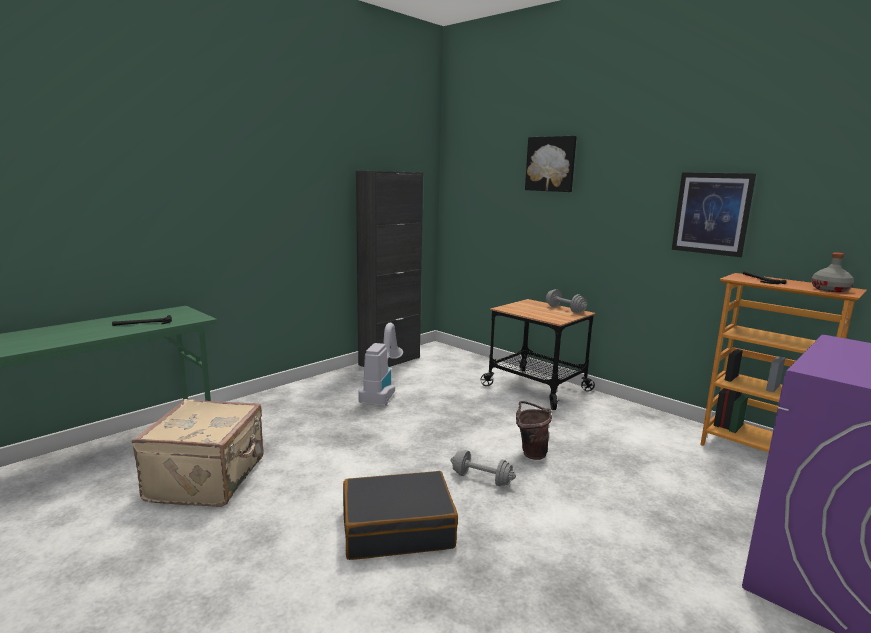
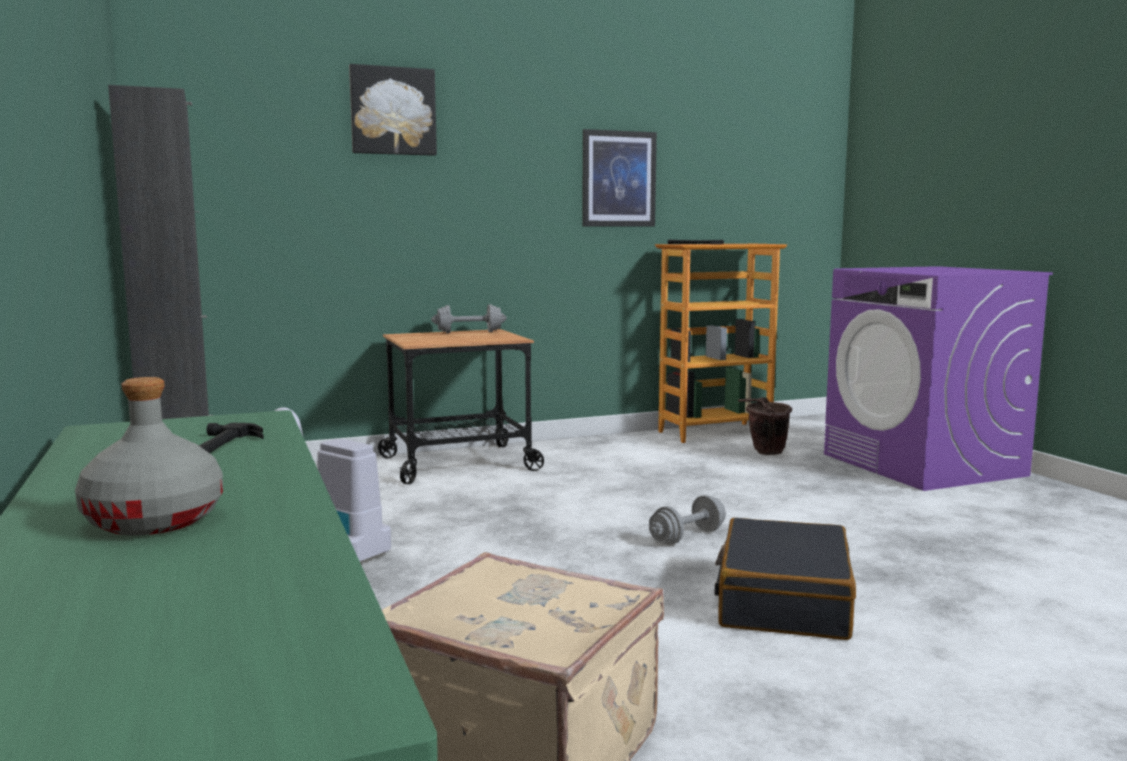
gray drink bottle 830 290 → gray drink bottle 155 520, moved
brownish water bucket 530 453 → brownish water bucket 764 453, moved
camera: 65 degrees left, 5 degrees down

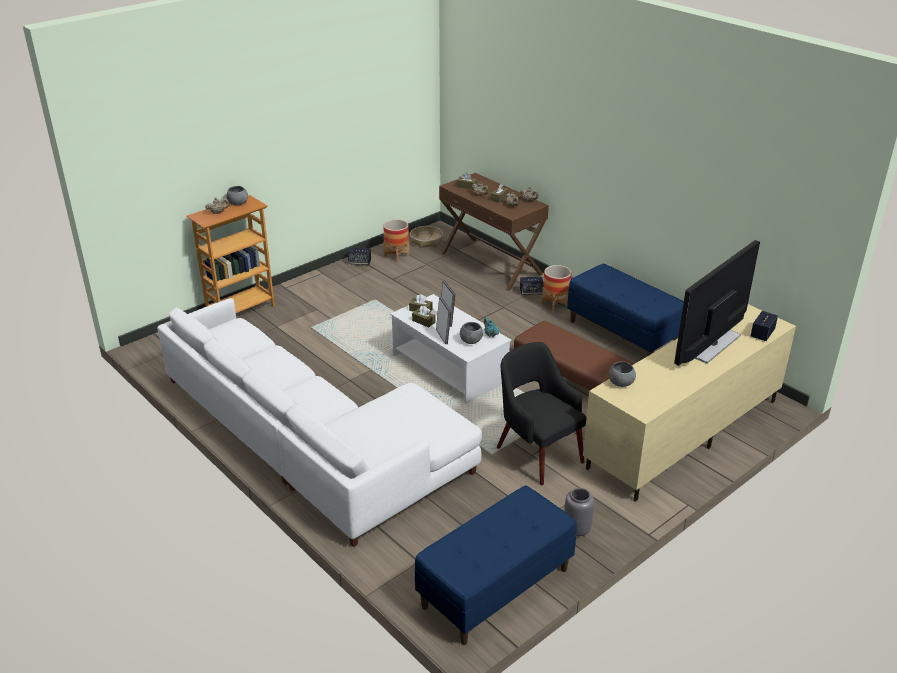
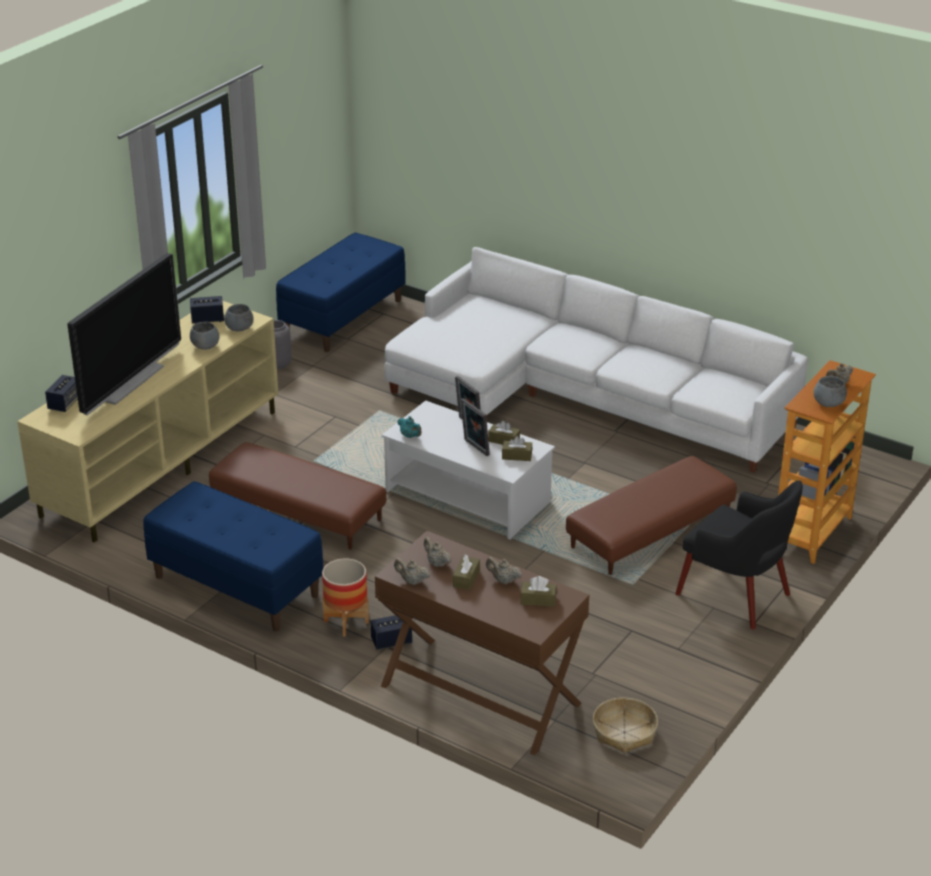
audio speaker 360 262 → audio speaker 207 319, moved
gray bowl 471 341 → gray bowl 205 346, moved
- → brownish ottoman 650 530
black-coloured easy chair 537 453 → black-coloured easy chair 736 595, moved
flower pot 397 256 → -
camera: 165 degrees right, 0 degrees up

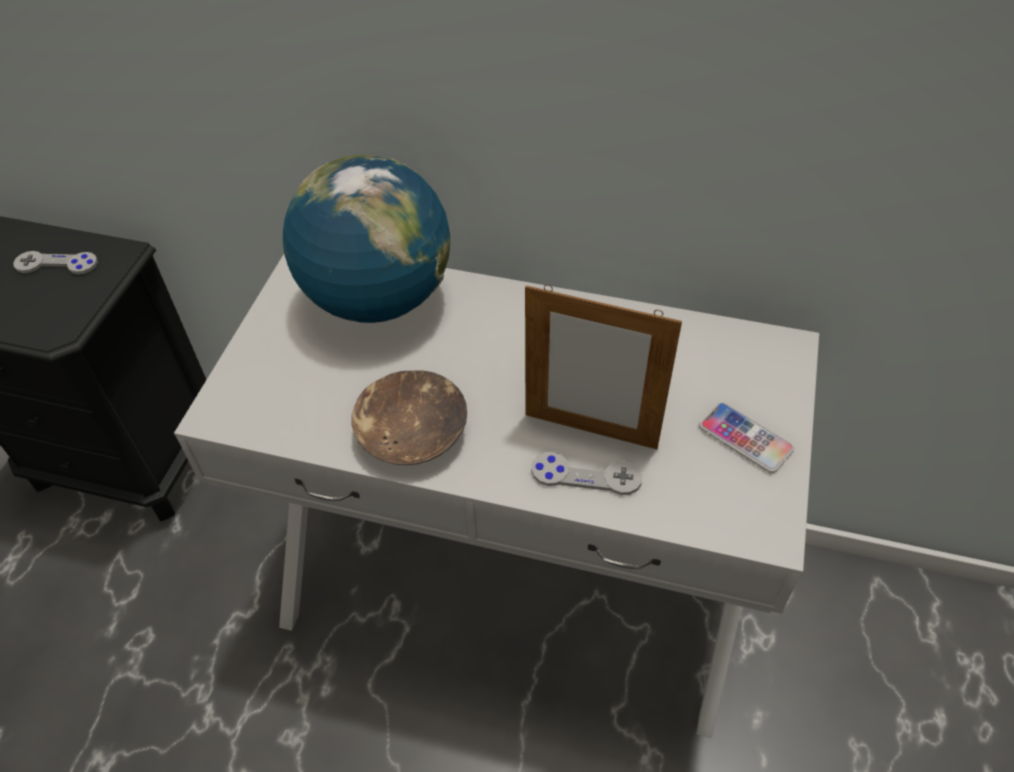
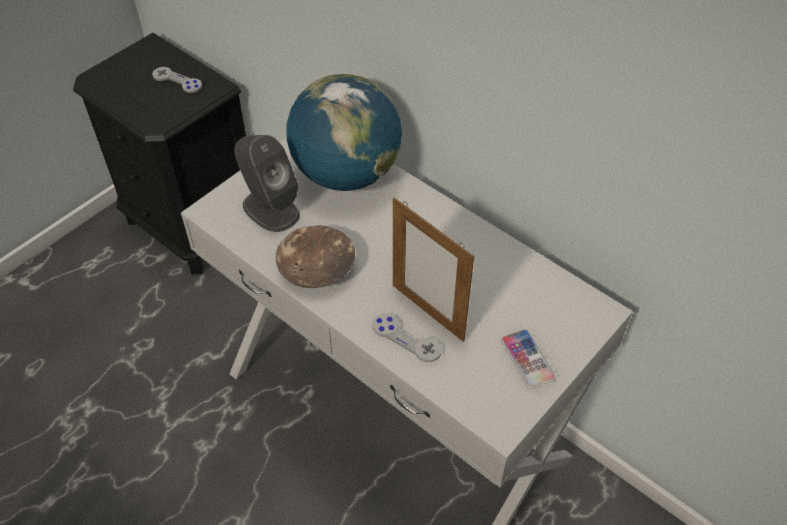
- → gray audio speaker 270 209
camera: 25 degrees right, 0 degrees up

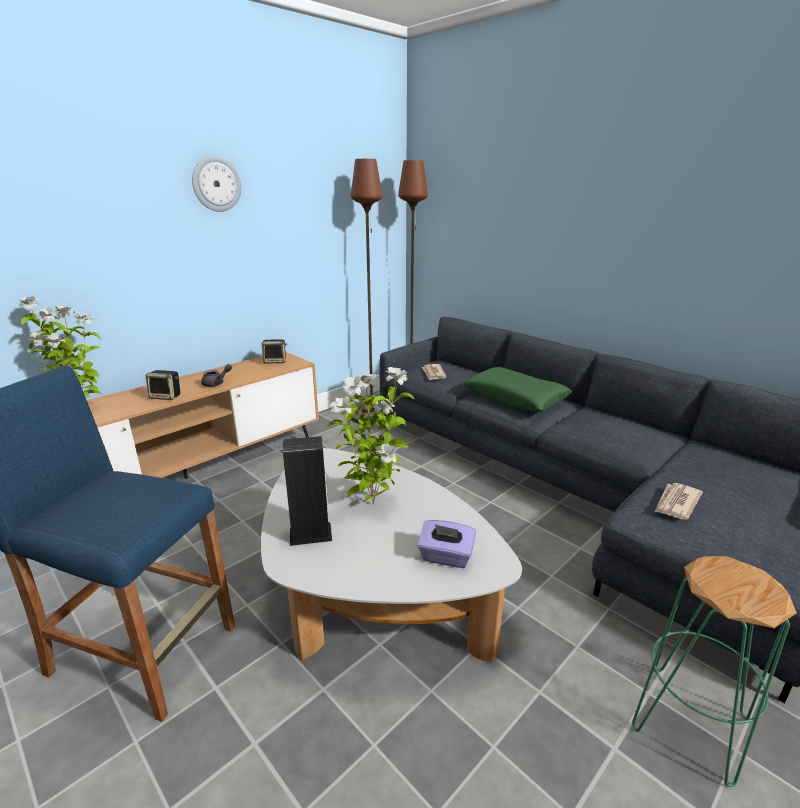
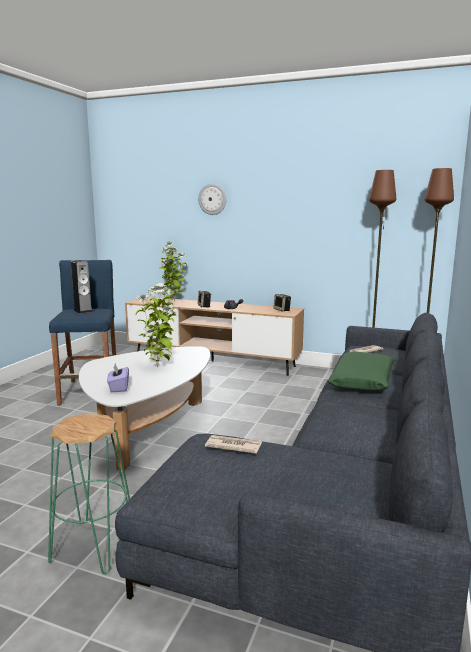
audio speaker 310 534 → audio speaker 83 310, moved
clock on the wall 216 184 → clock on the wall 212 199, moved
camera: 65 degrees right, 10 degrees down

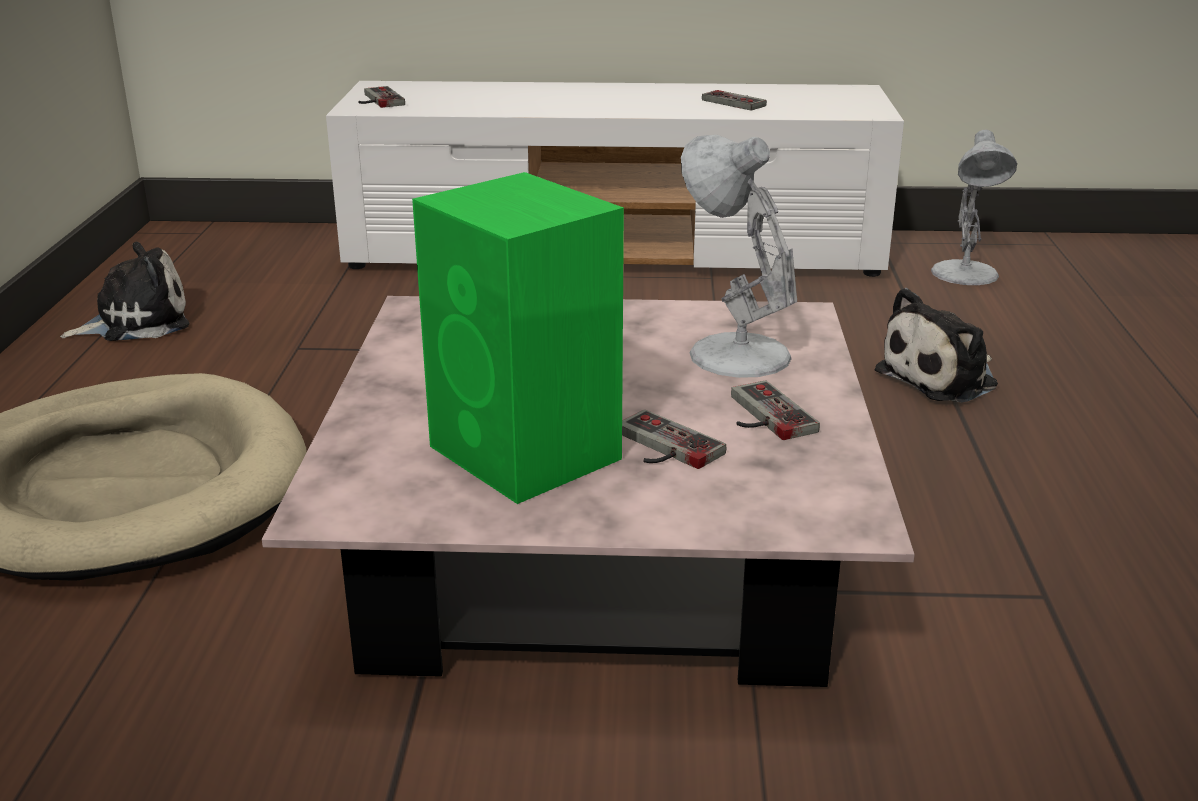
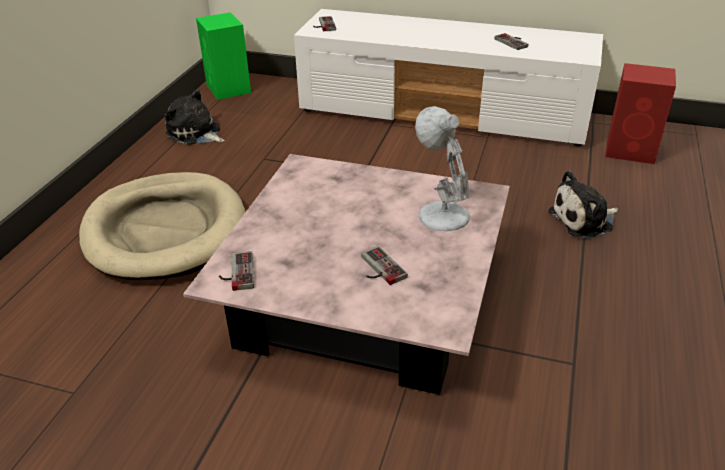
cuddly toy 136 322 → cuddly toy 195 133, 135 degrees counterclockwise
green-coloured audio speaker 527 454 → green-coloured audio speaker 229 89, moved
gamepad 762 416 → gamepad 236 273, moved
white table lamp 965 274 → red audio speaker 631 151
camera: 15 degrees right, 10 degrees up

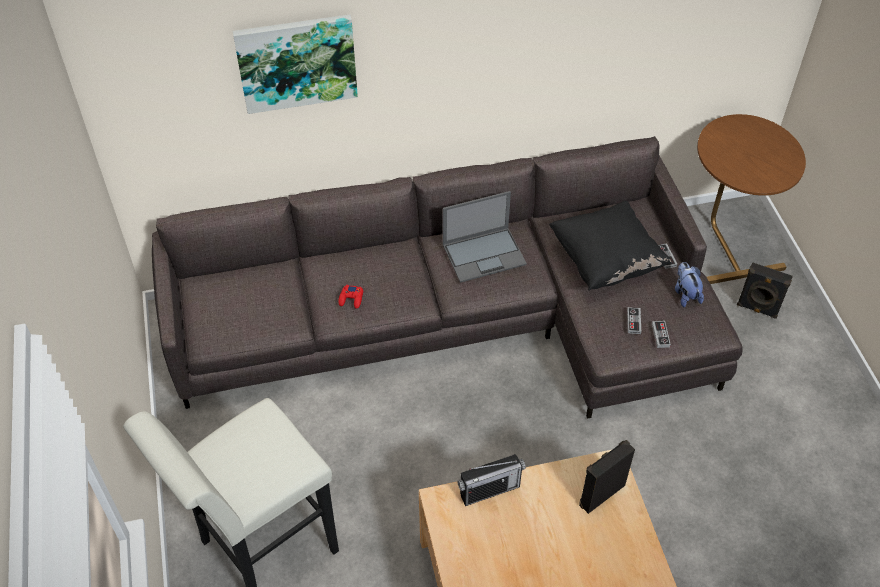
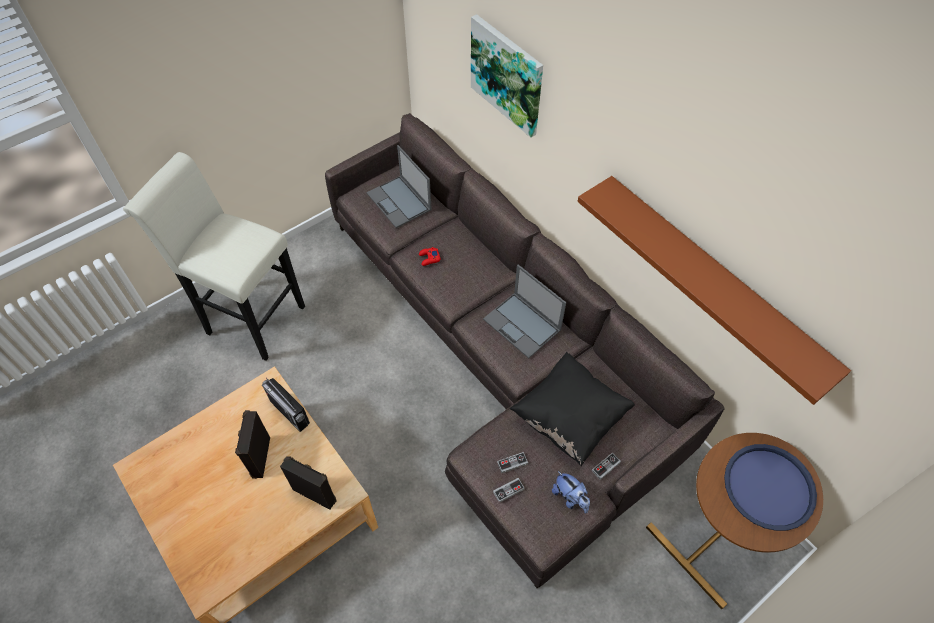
black-coloured audio speaker 757 309 → black-coloured audio speaker 259 457, moved
- → notebook computer 399 202
cuddly toy 685 294 → cuddly toy 570 498, 90 degrees clockwise
- → brownish bracket shelf 712 280
- → blue-coloured tray 768 487
camera: 65 degrees right, 5 degrees up

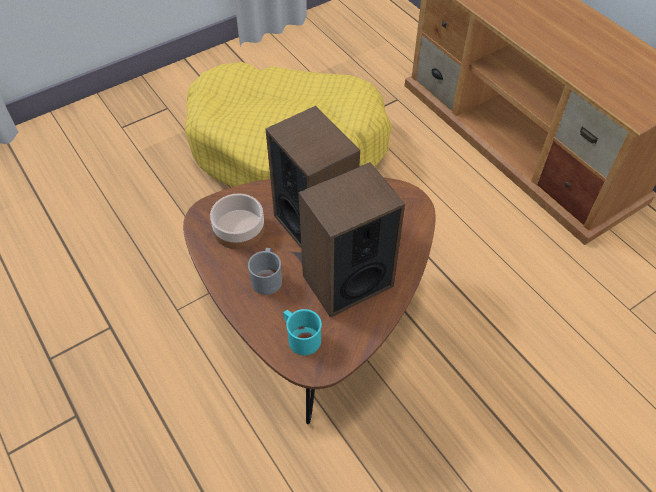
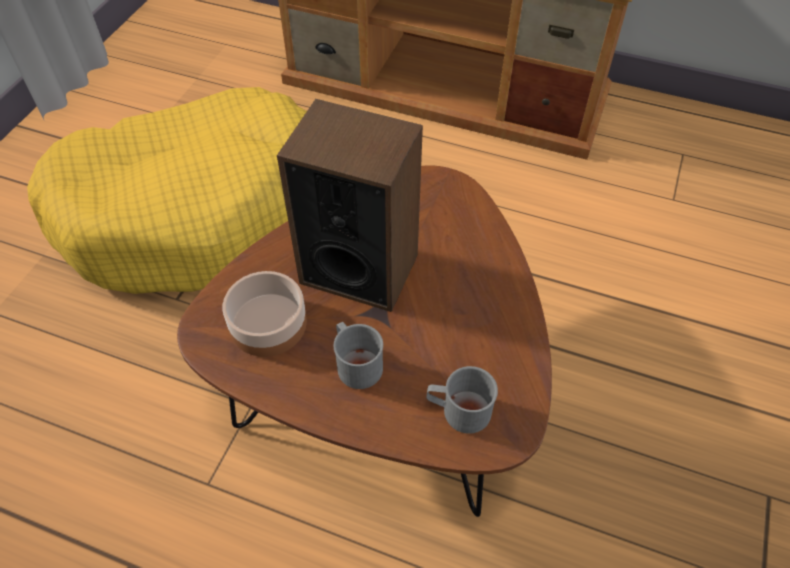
turquoise tea mug 300 337 → gray tea mug 459 410
audio speaker 347 280 → -
camera: 35 degrees left, 0 degrees up

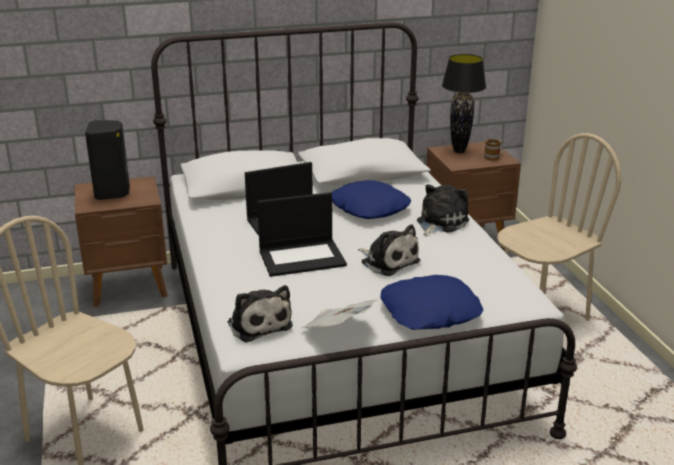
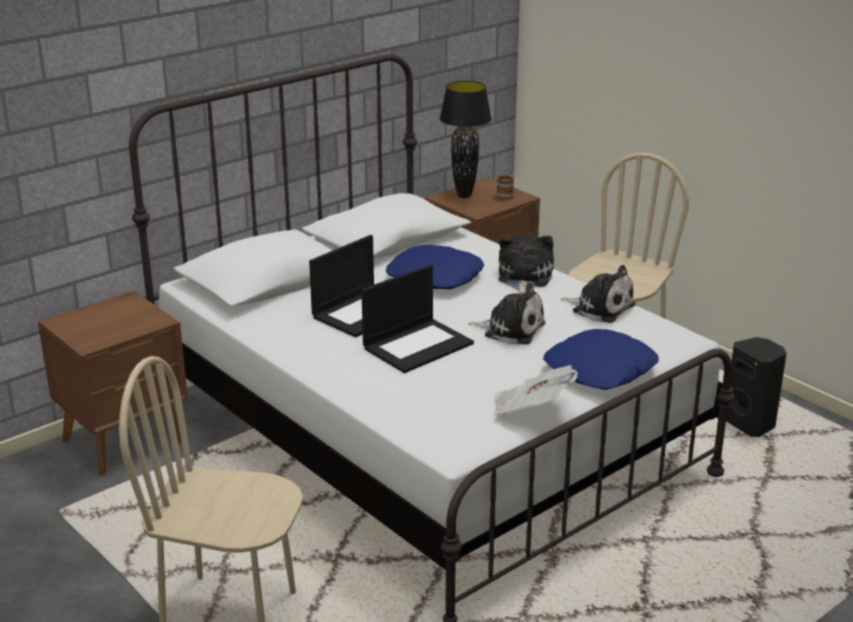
cuddly toy 258 323 → cuddly toy 600 308, moved
black-coloured audio speaker 113 193 → black-coloured audio speaker 751 424, moved
camera: 25 degrees left, 0 degrees up

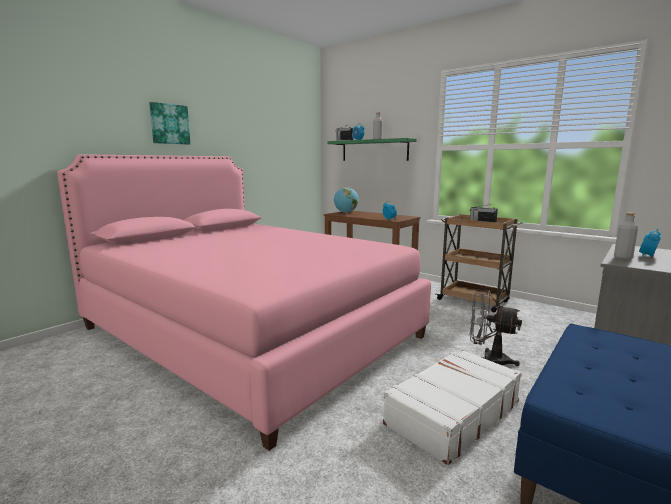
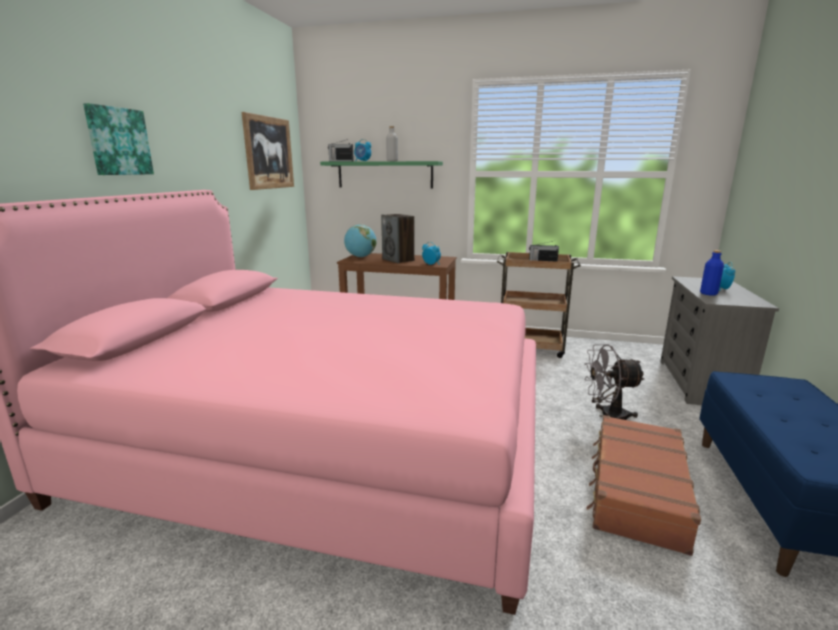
- → picture 269 153
- → audio speaker 398 260
white piece of luggage 452 412 → brownish piece of luggage 636 491
gray drink bottle 623 257 → blue-coloured drink bottle 708 293
camera: 25 degrees left, 5 degrees up

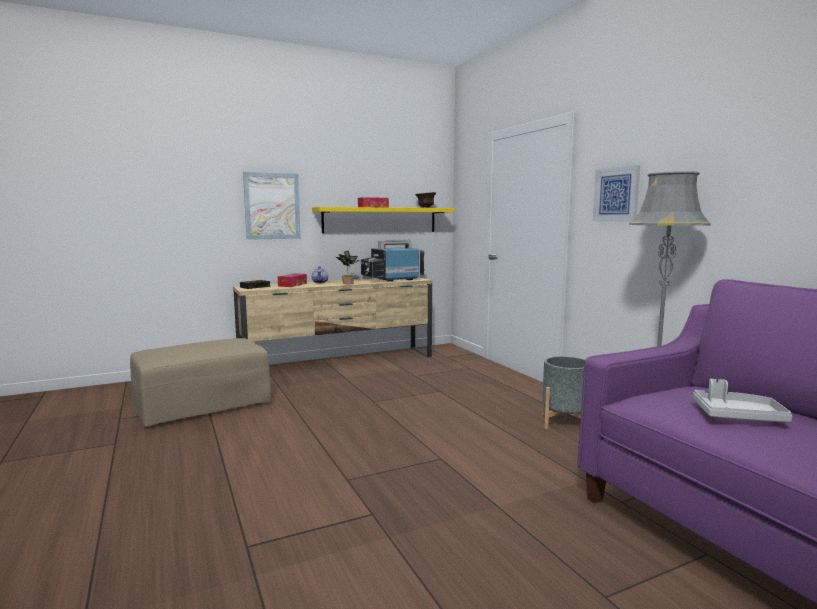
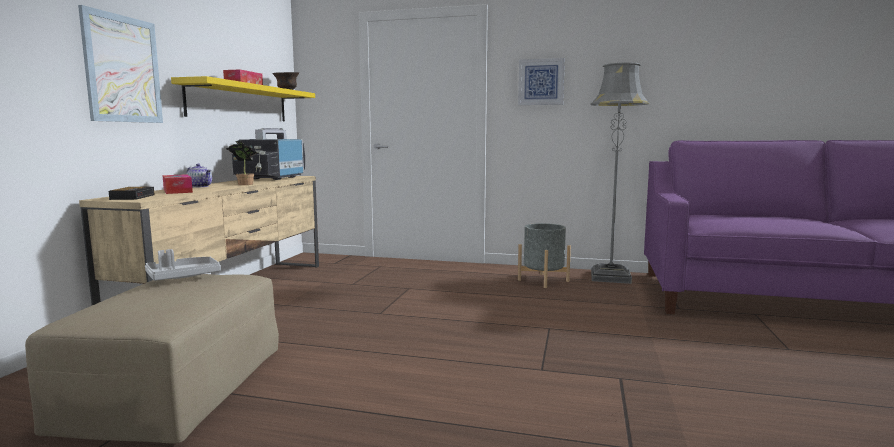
gray tray 737 416 → gray tray 183 277, moved
camera: 50 degrees left, 0 degrees up

